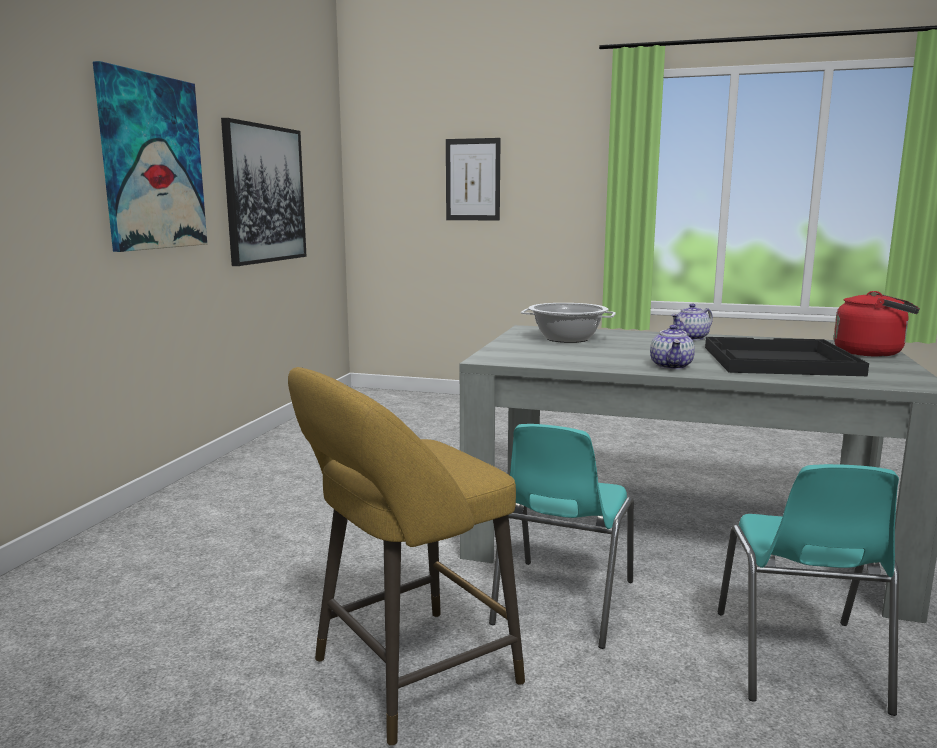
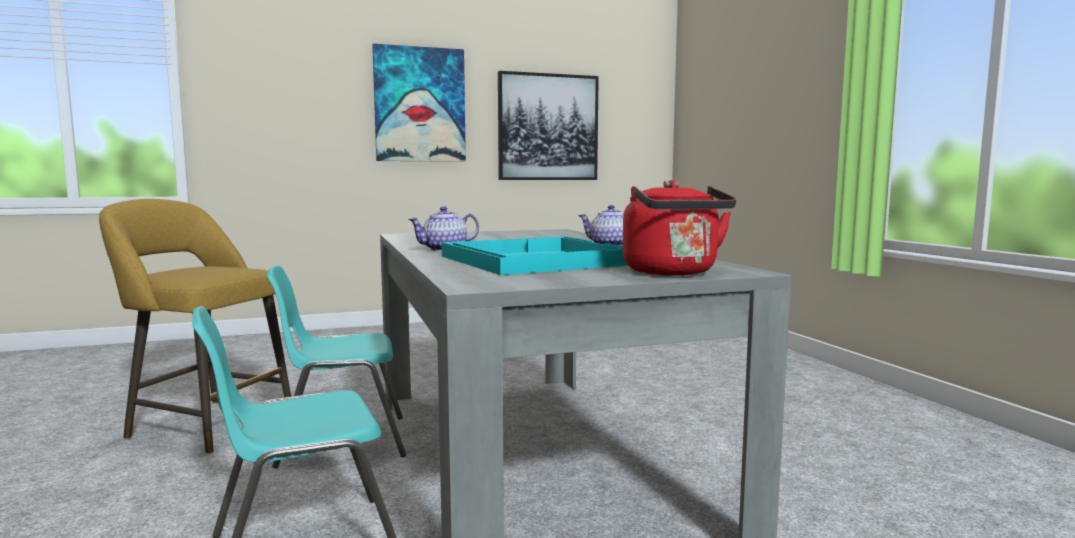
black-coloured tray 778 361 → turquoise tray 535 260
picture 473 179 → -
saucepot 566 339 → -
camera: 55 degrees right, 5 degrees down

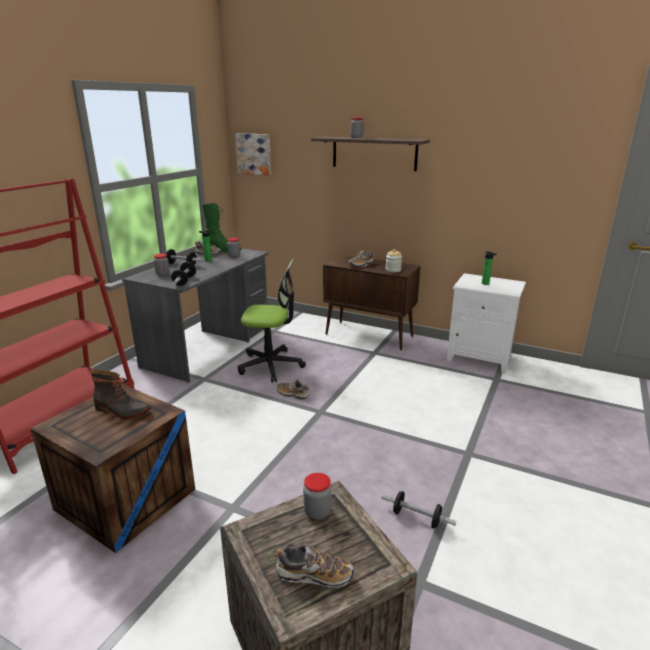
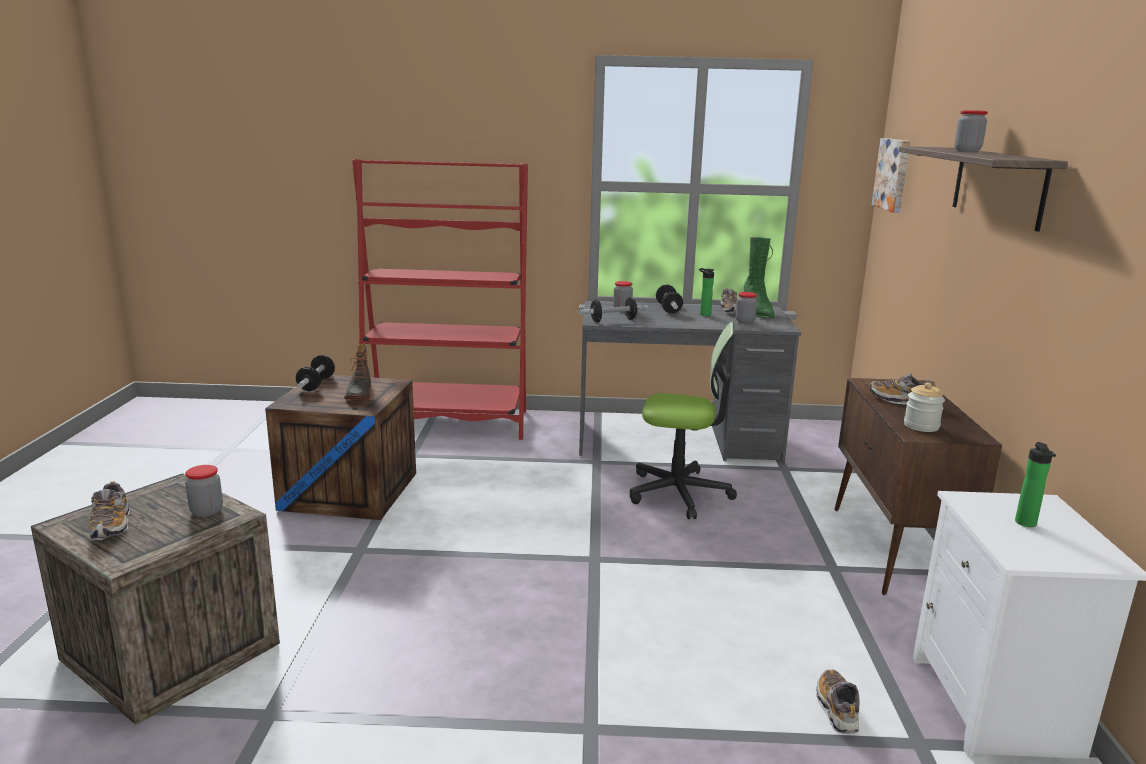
dumbbell 416 518 → dumbbell 316 384, moved
computer chair 271 365 → computer chair 679 493, 60 degrees counterclockwise
shoe 292 394 → shoe 836 709, moved
camera: 65 degrees right, 5 degrees down

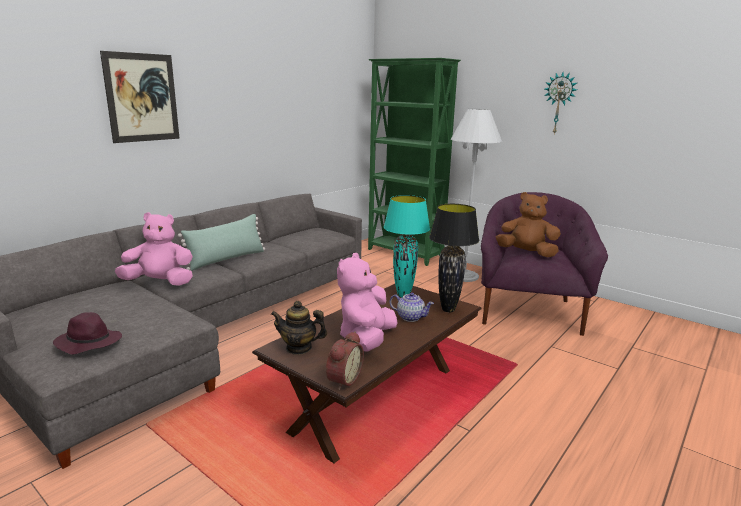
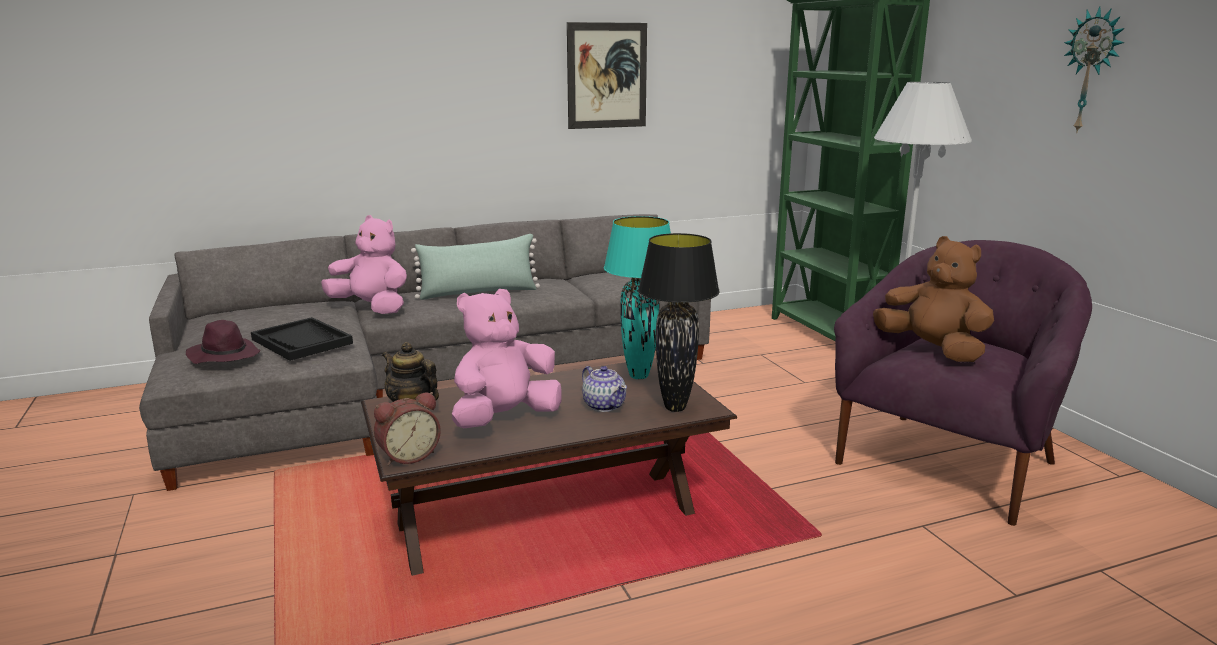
- → black-coloured tray 302 341
picture 142 98 → picture 607 76, moved
camera: 30 degrees right, 0 degrees up

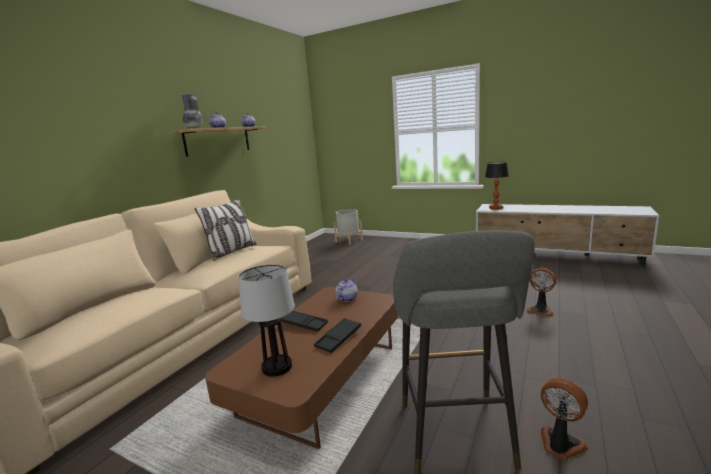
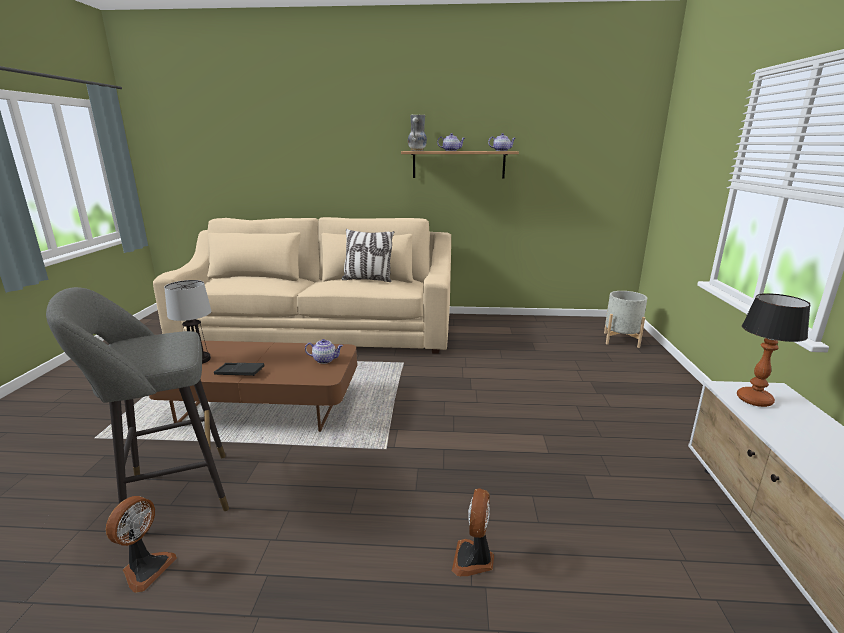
black-coloured tray 303 324 → -
camera: 65 degrees right, 5 degrees up

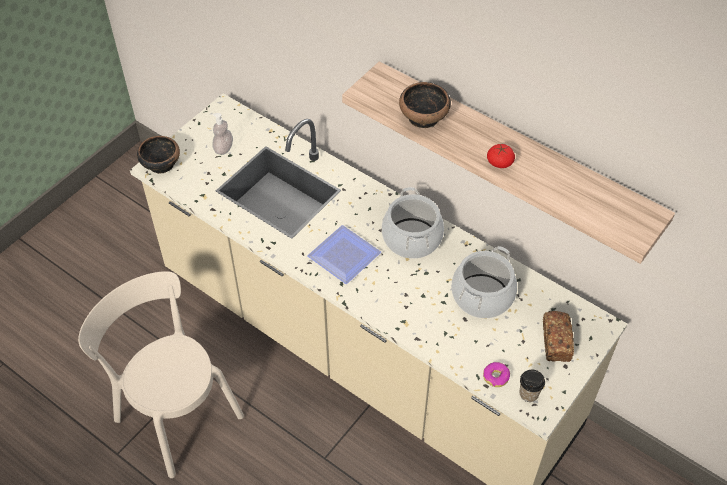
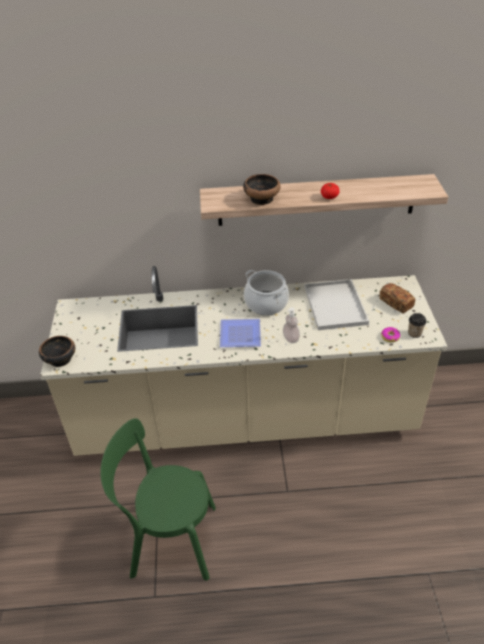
beige chair 175 413 → green-coloured chair 169 540
soap dispenser 223 148 → soap dispenser 291 338, moved
saucepot 482 296 → white tray 336 306
camera: 40 degrees left, 10 degrees down

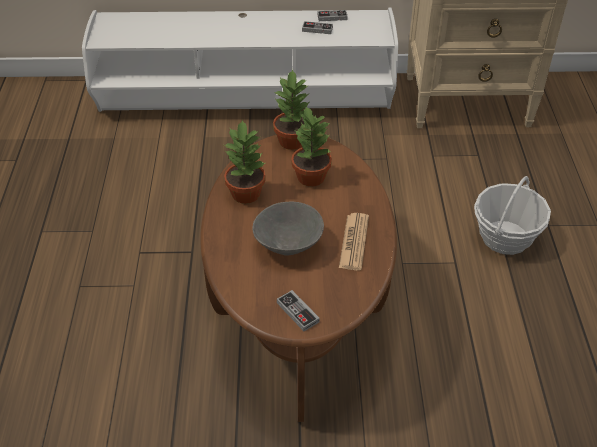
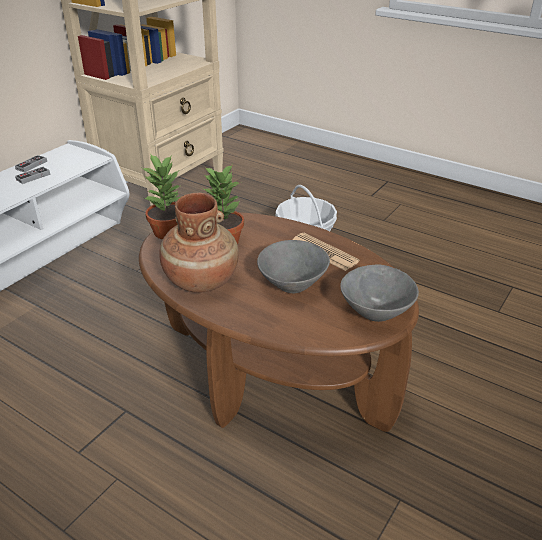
plant in a pot 246 193 → brownish decorative vase 201 280
gamepad 297 312 → gray bowl 377 311
camera: 55 degrees left, 10 degrees down

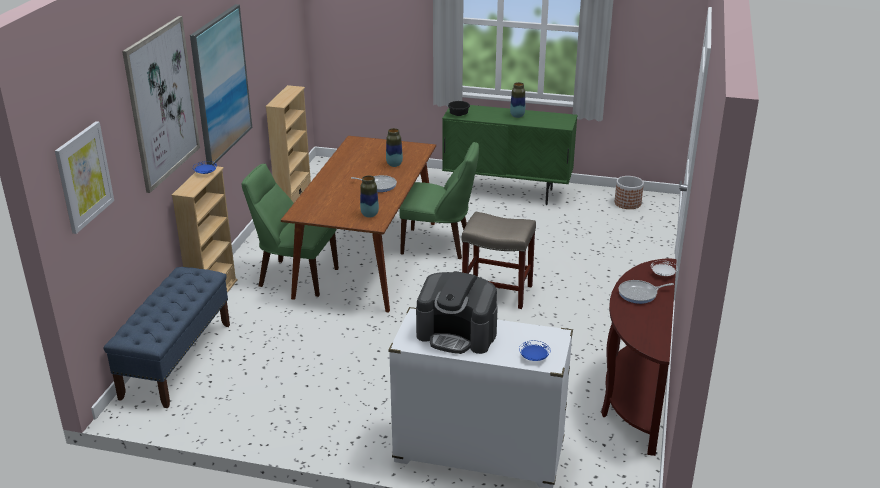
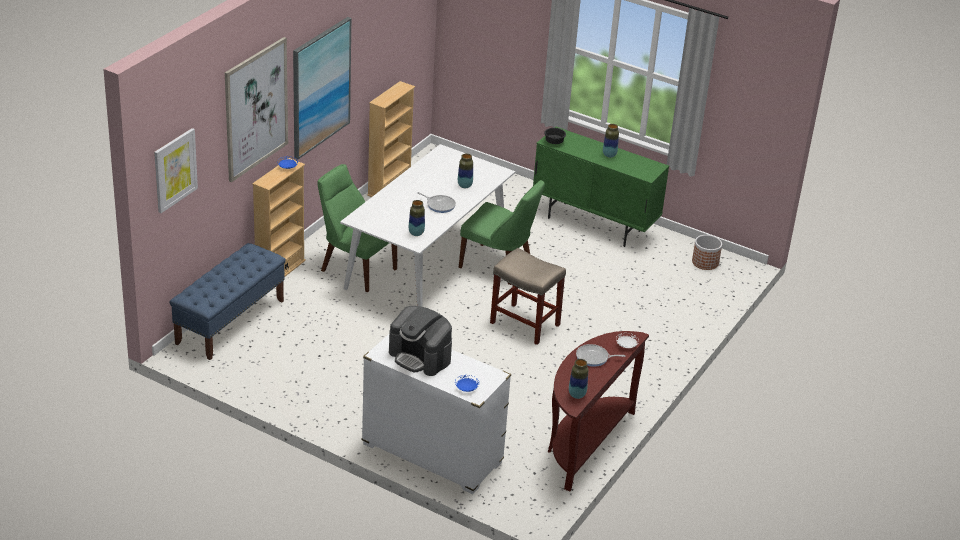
brownish dinner table 367 258 → white dinner table 426 265
- → decorative vase 577 395
camera: 15 degrees right, 5 degrees up

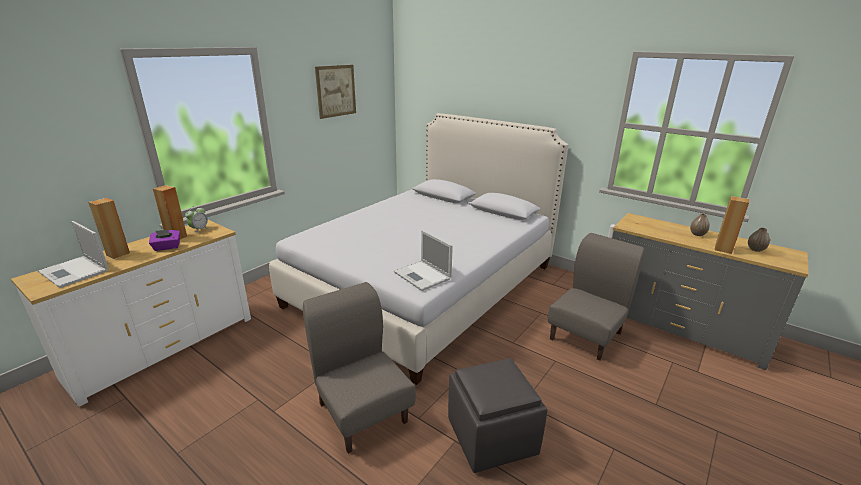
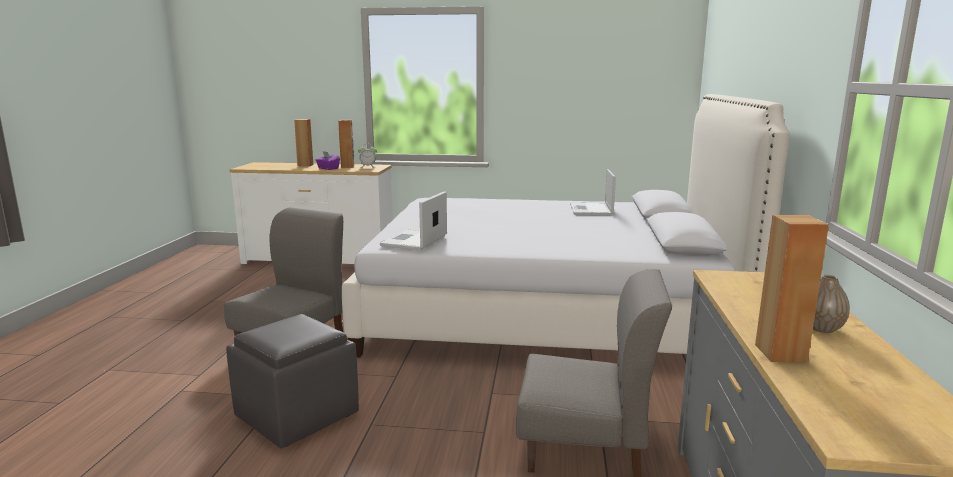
notebook computer 75 272 → notebook computer 591 210, moved
picture 336 91 → -
decorative vase 755 249 → -
camera: 60 degrees right, 10 degrees down

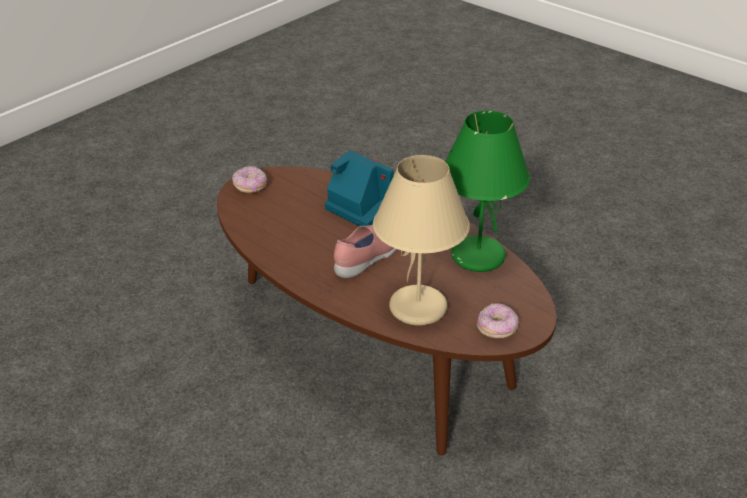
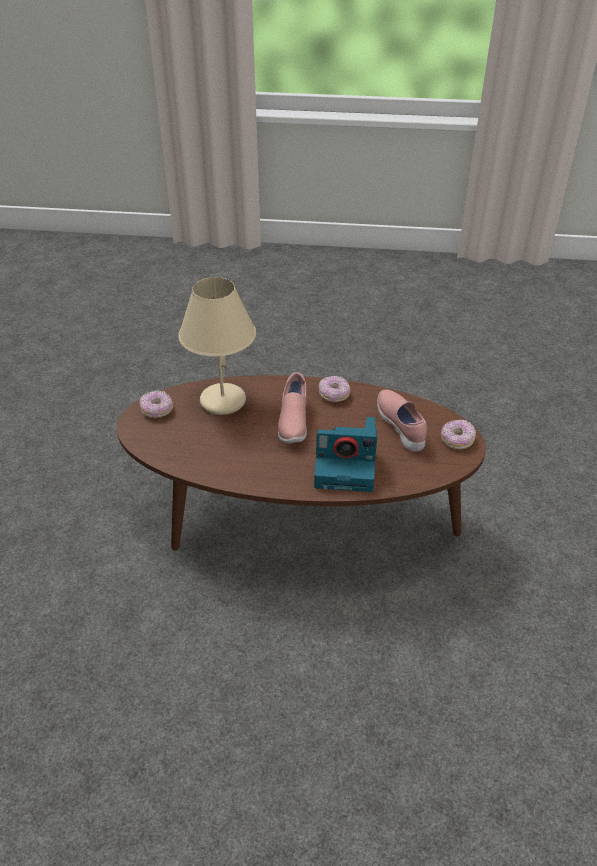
- → ring doughnut 334 395
- → pink-coloured shoe 401 427
green-coloured table lamp 476 256 → -
camera: 145 degrees right, 5 degrees up

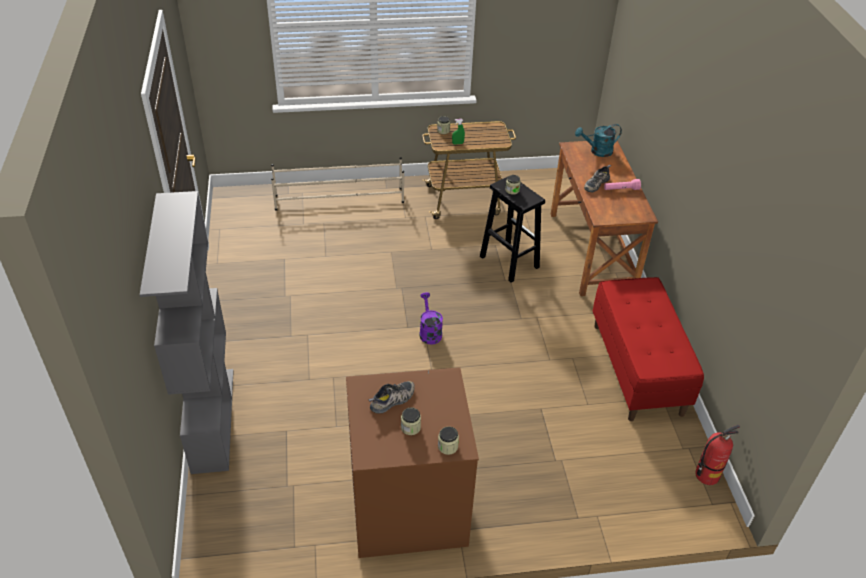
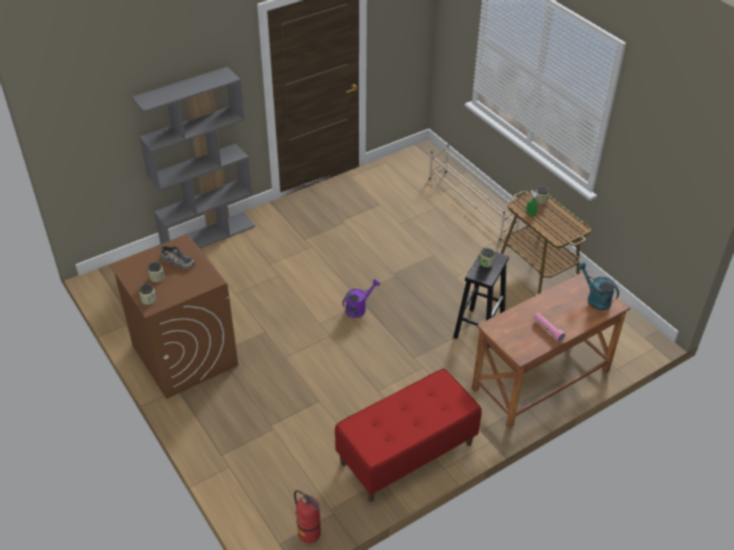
shoe 596 183 → -
camera: 65 degrees right, 0 degrees up

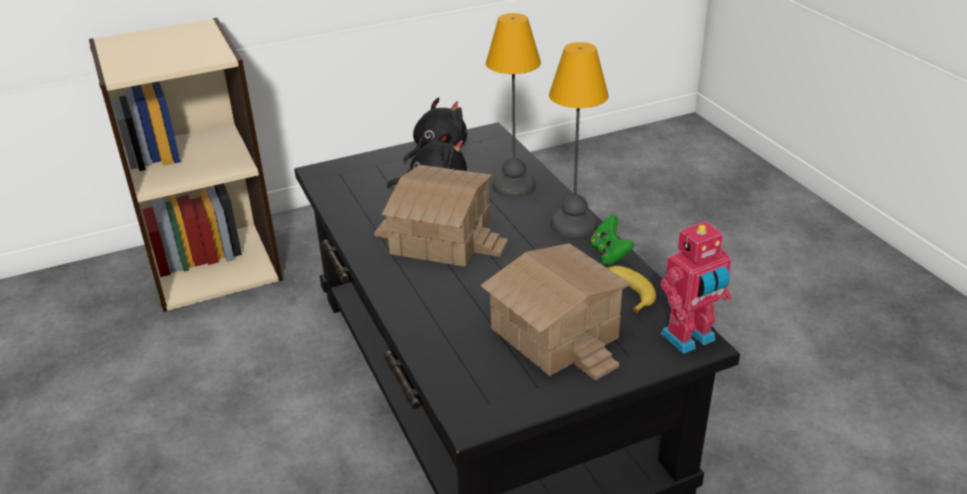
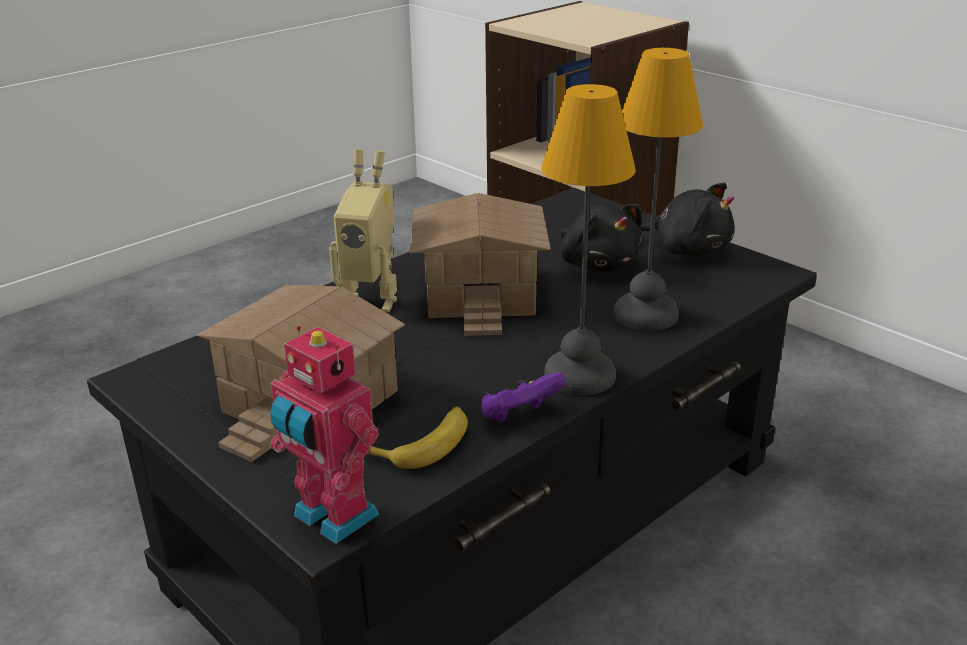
- → model robot 372 298
green-coloured gamepad 609 254 → purple-coloured gamepad 519 416
camera: 70 degrees right, 5 degrees down

